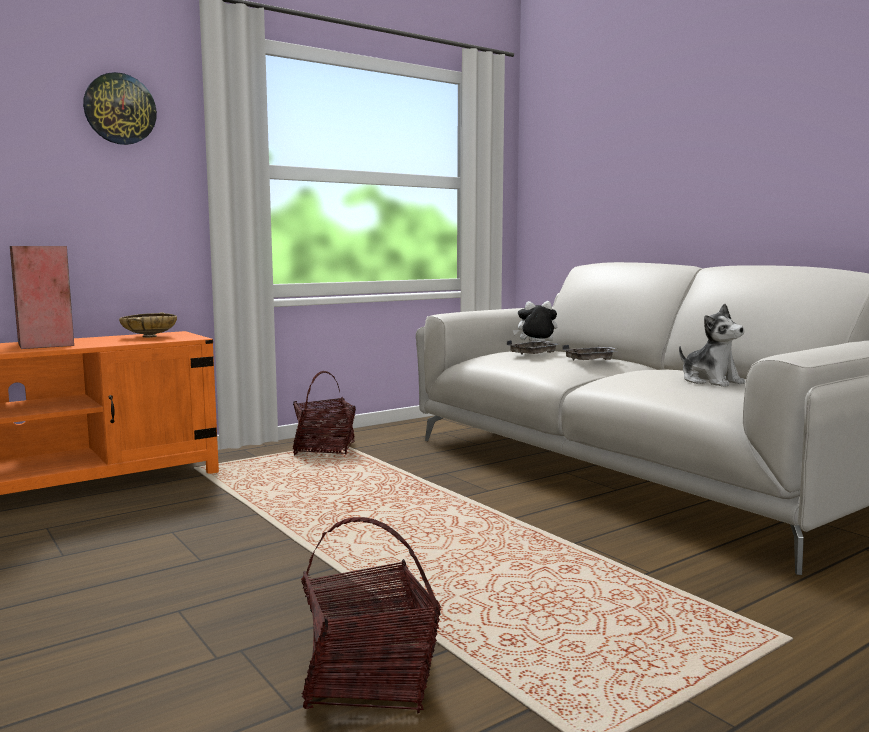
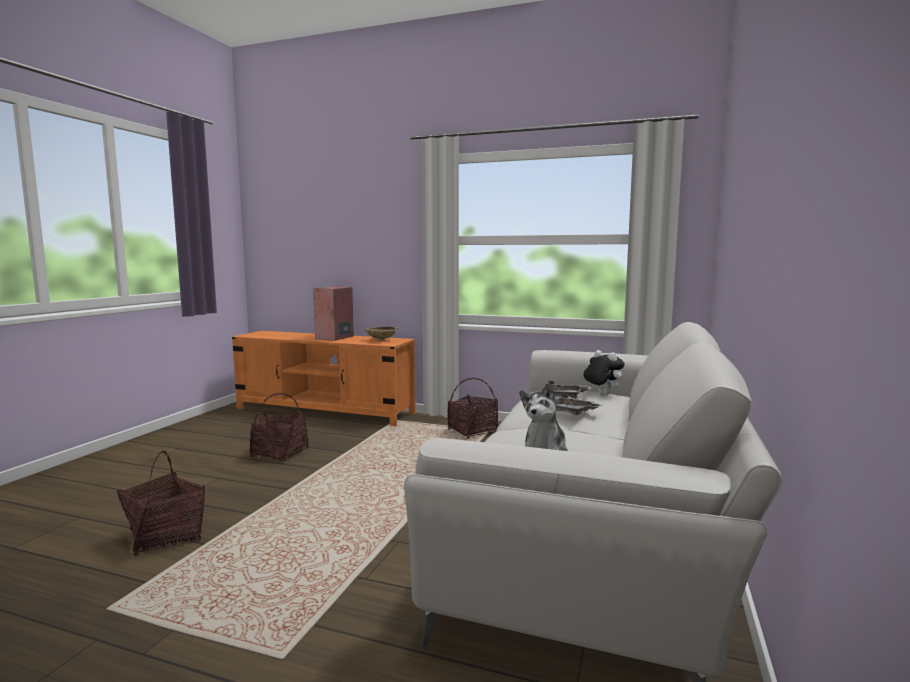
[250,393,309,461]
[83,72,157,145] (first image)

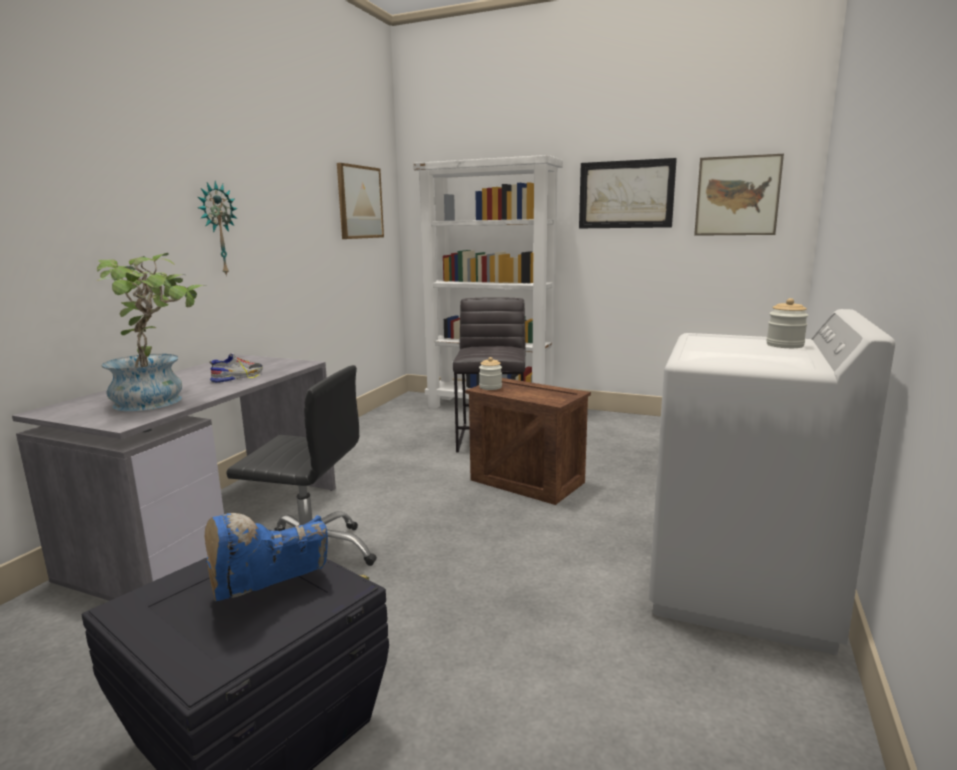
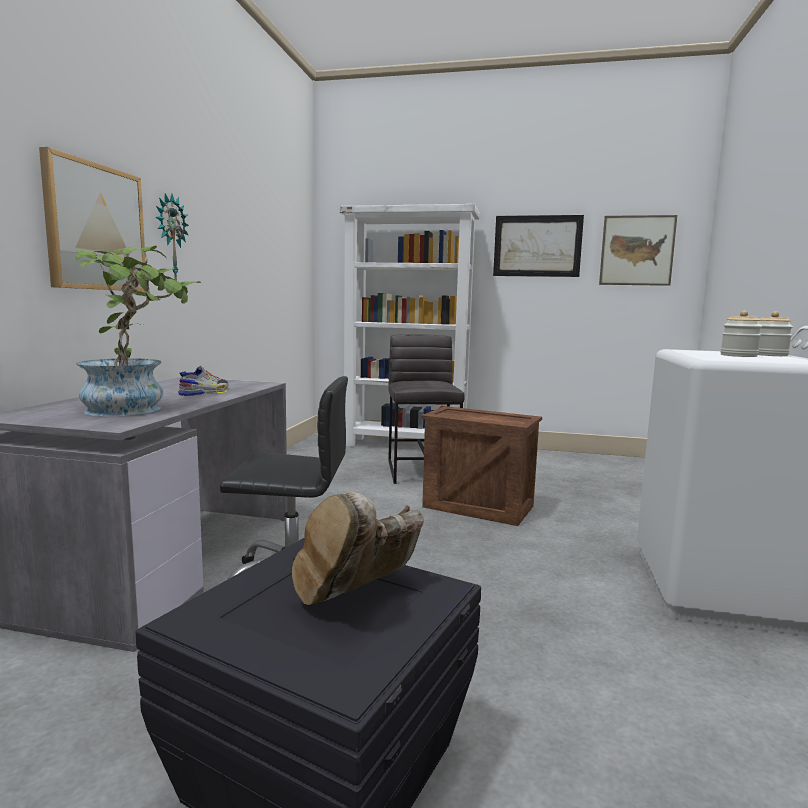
[39,147,145,291]
[292,492,424,605]
[720,311,762,357]

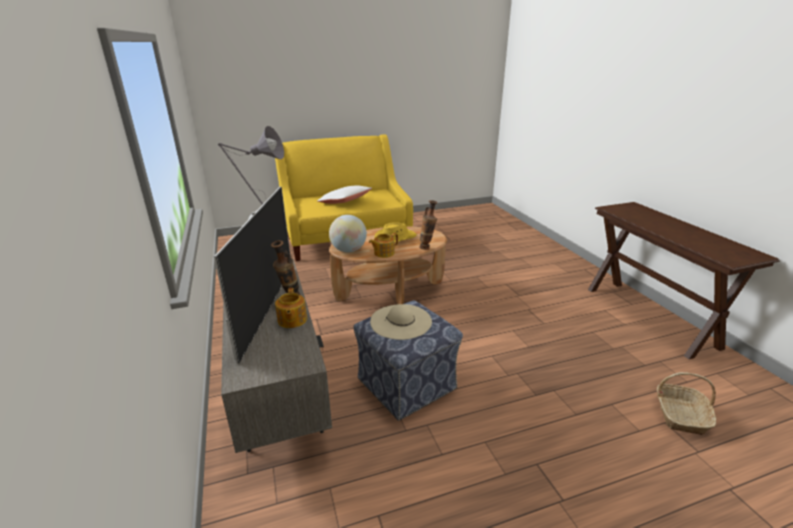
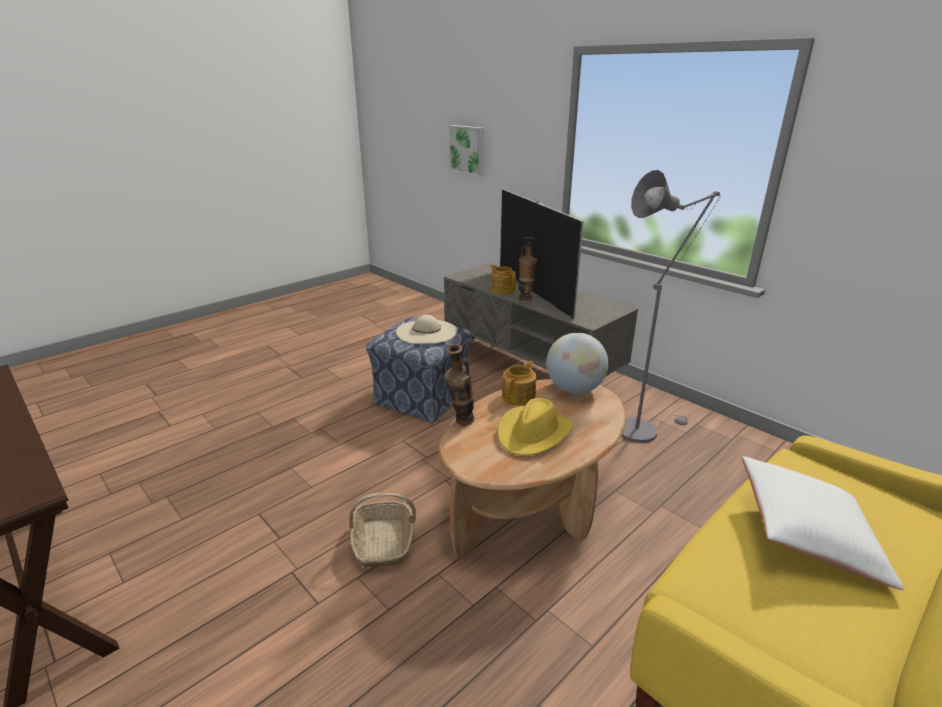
[349,493,416,567]
[449,125,484,177]

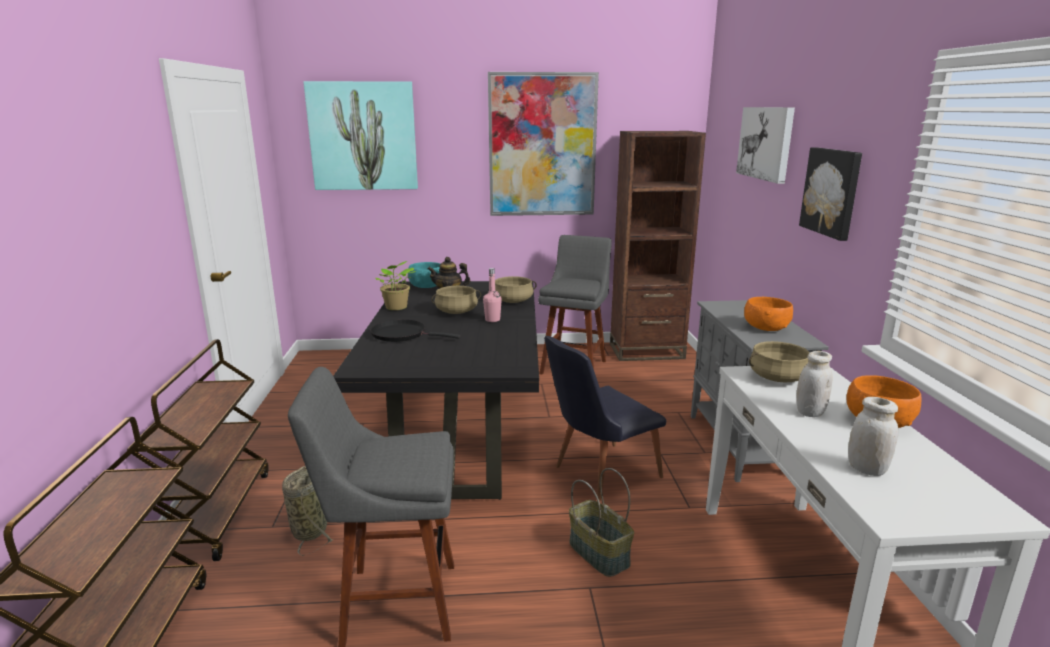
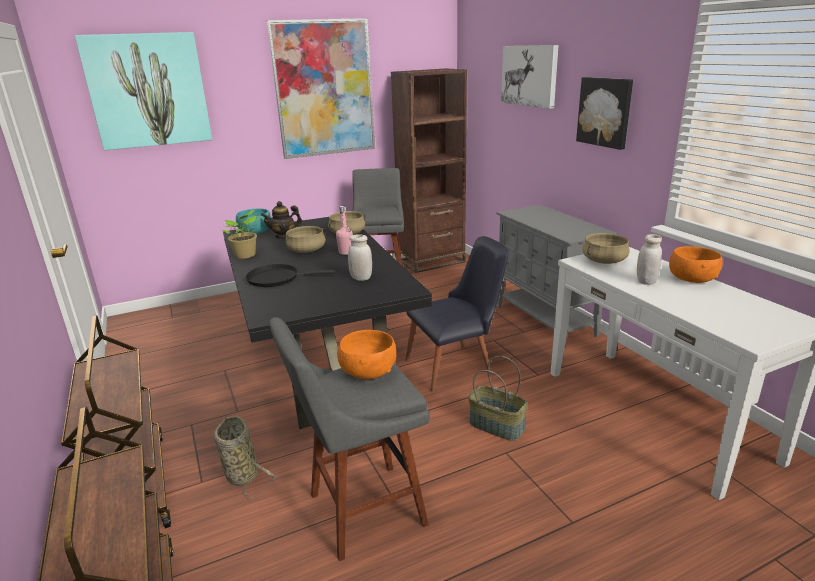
[337,330,396,379]
[348,234,372,281]
[405,236,509,392]

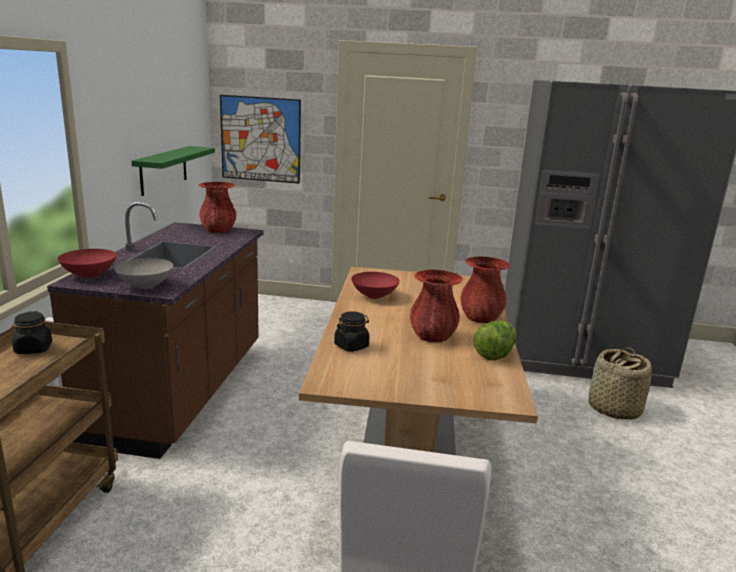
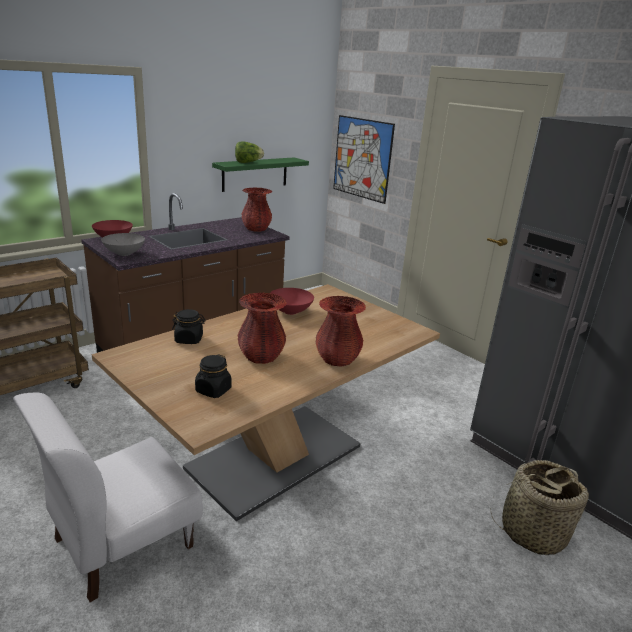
[195,354,232,398]
[235,142,264,163]

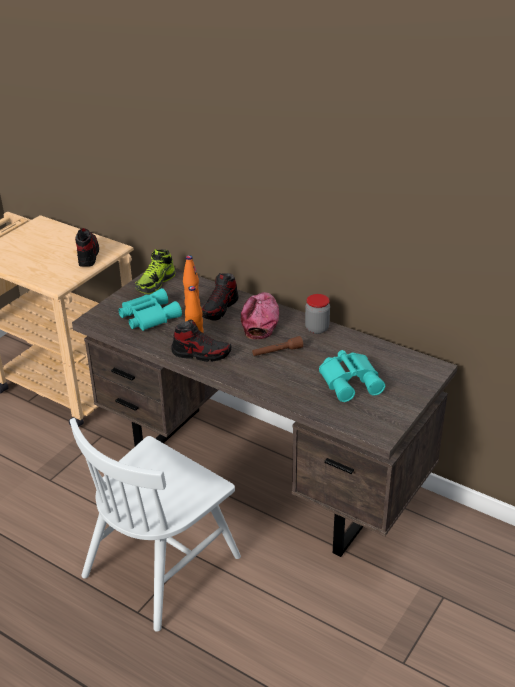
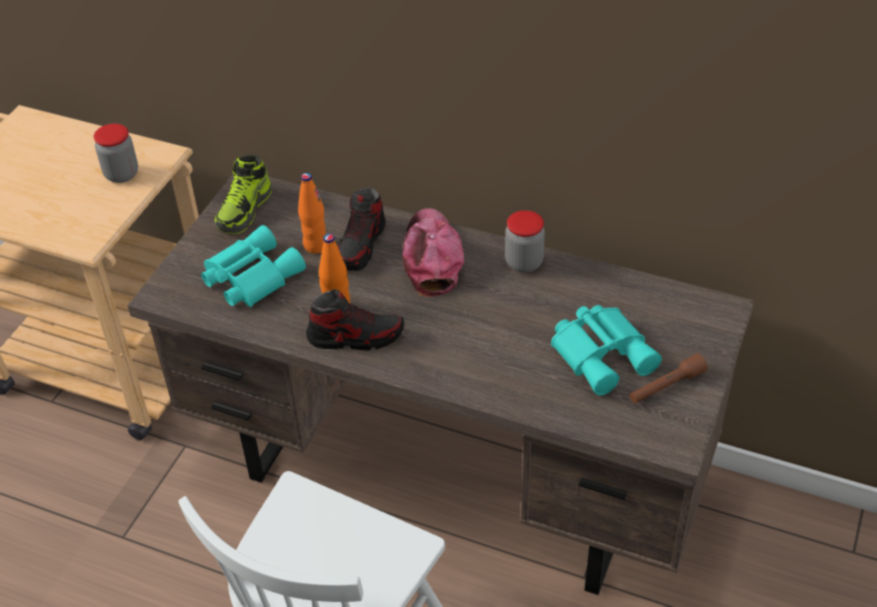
[93,124,138,183]
[630,353,708,403]

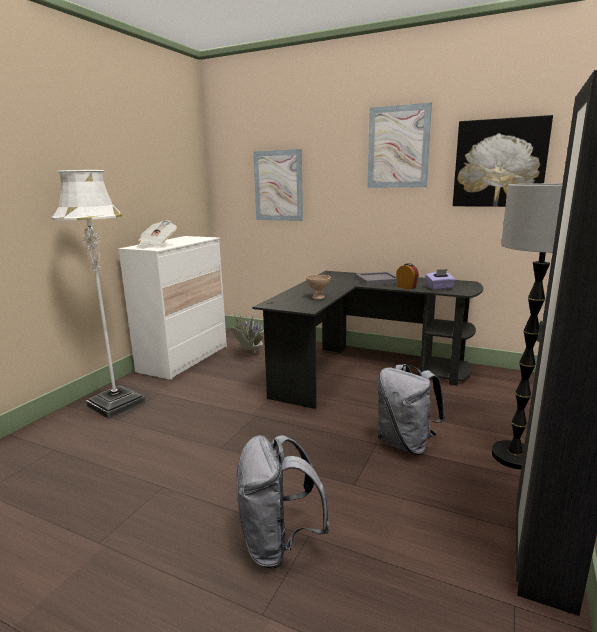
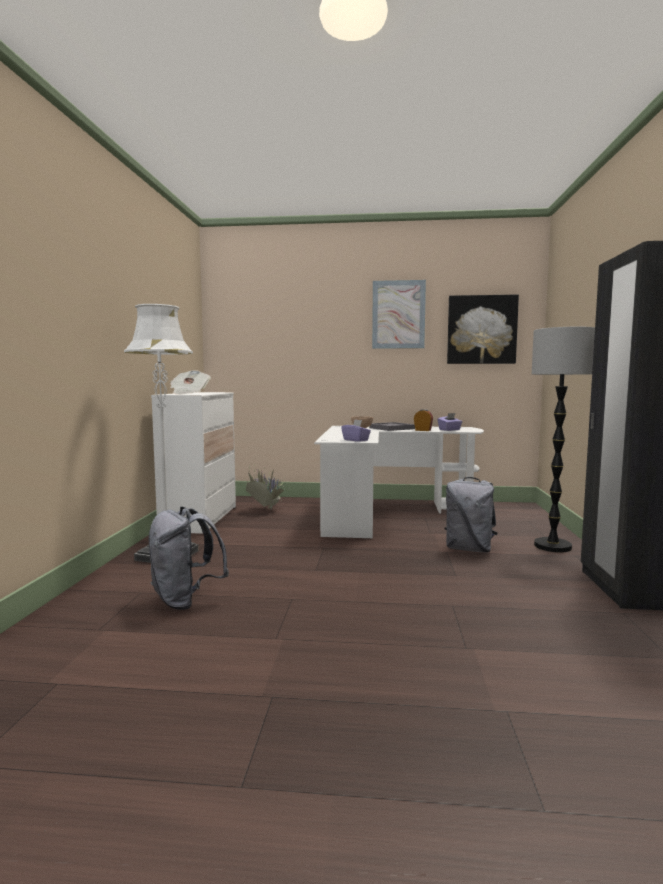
[148,507,229,610]
[314,426,484,538]
[341,419,371,442]
[253,149,303,221] (first image)

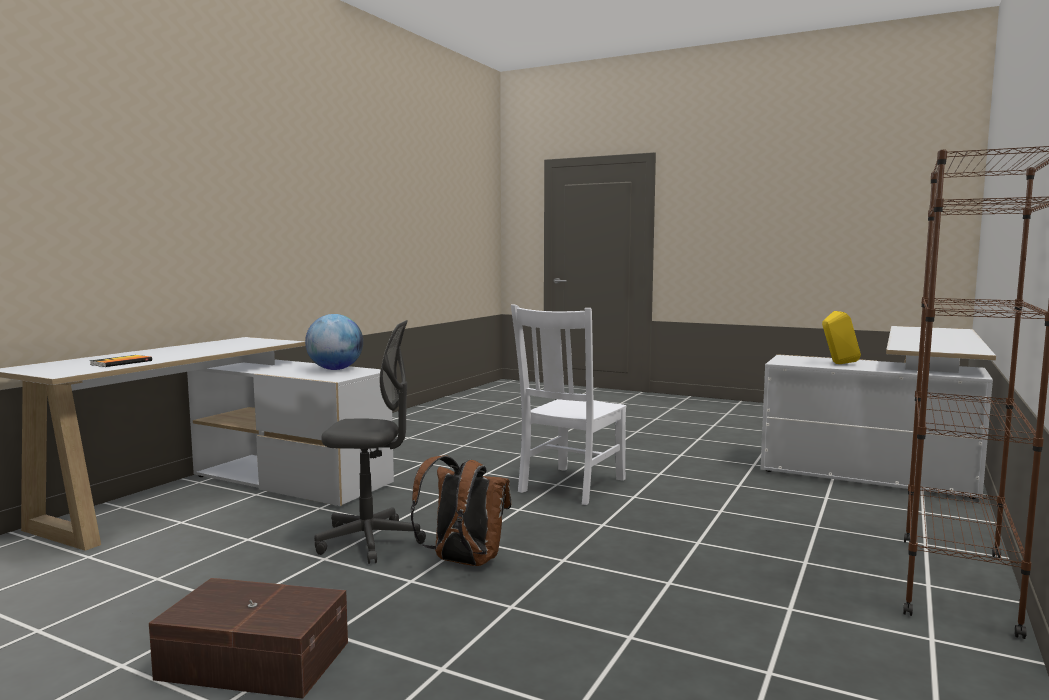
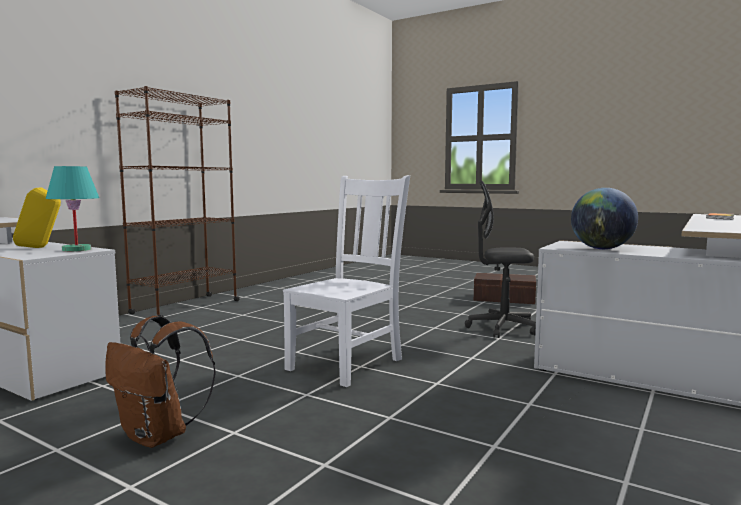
[46,166,99,252]
[105,316,216,448]

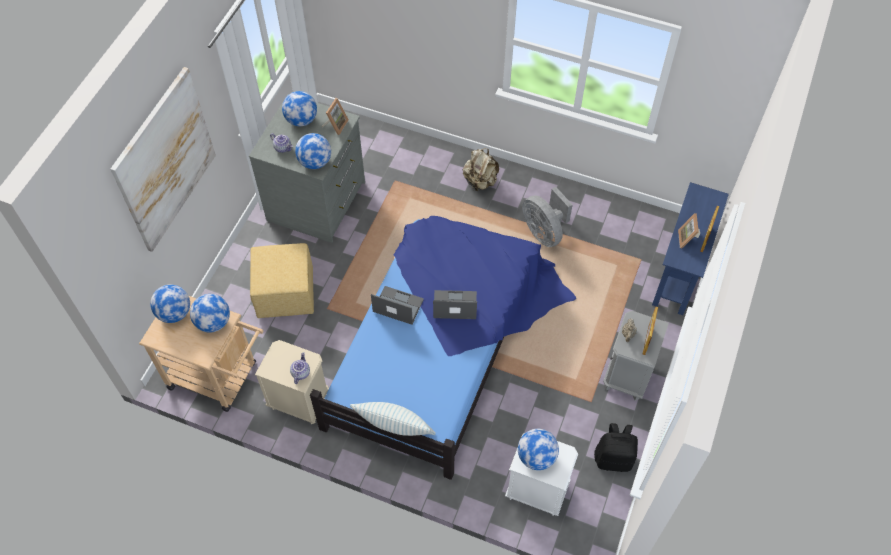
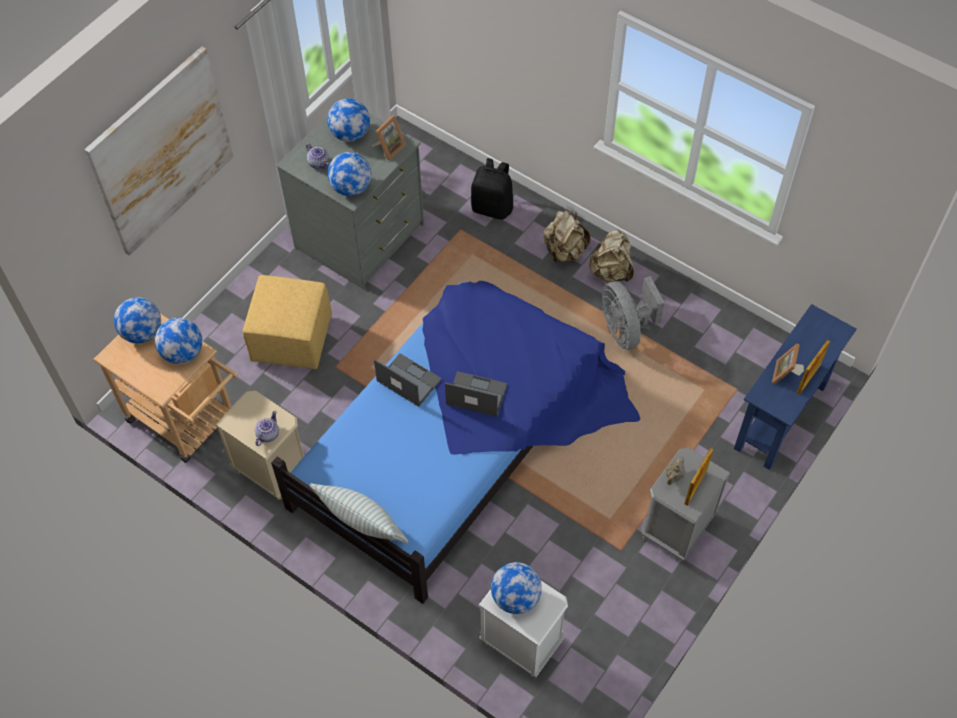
[471,158,513,220]
[589,229,634,282]

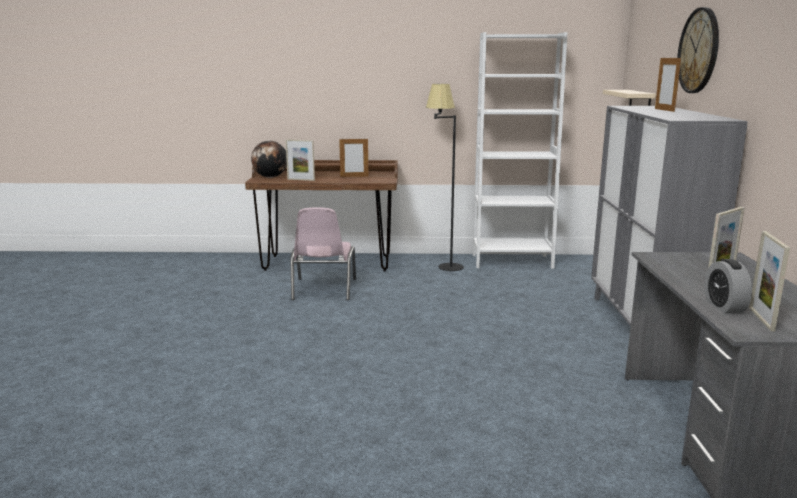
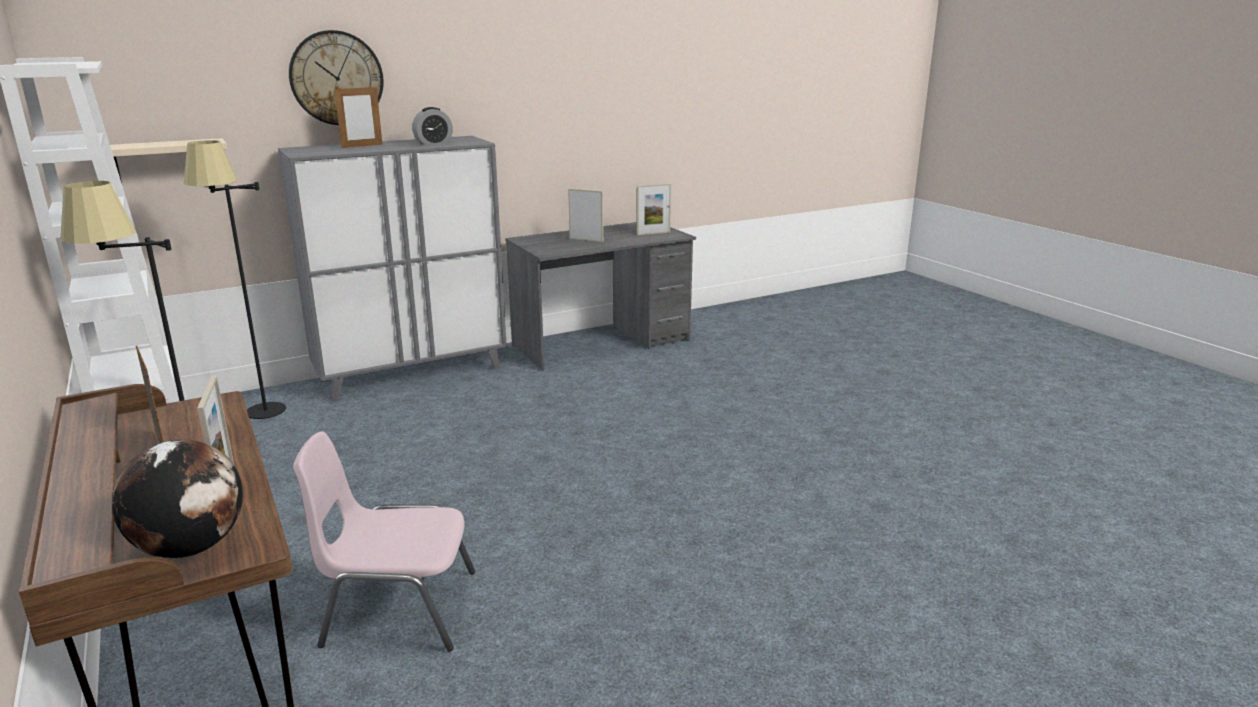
[184,140,286,419]
[293,431,475,652]
[412,107,453,145]

